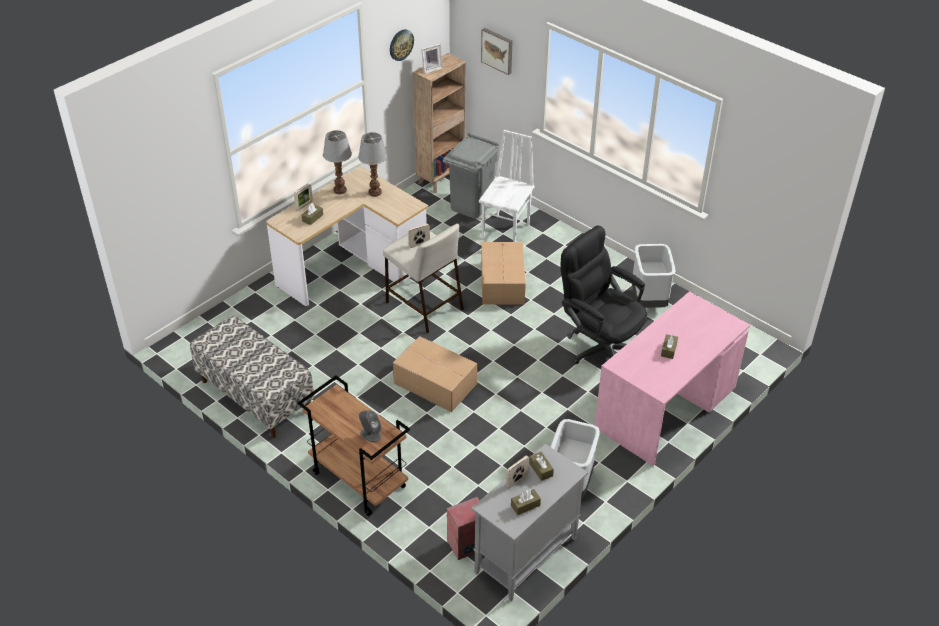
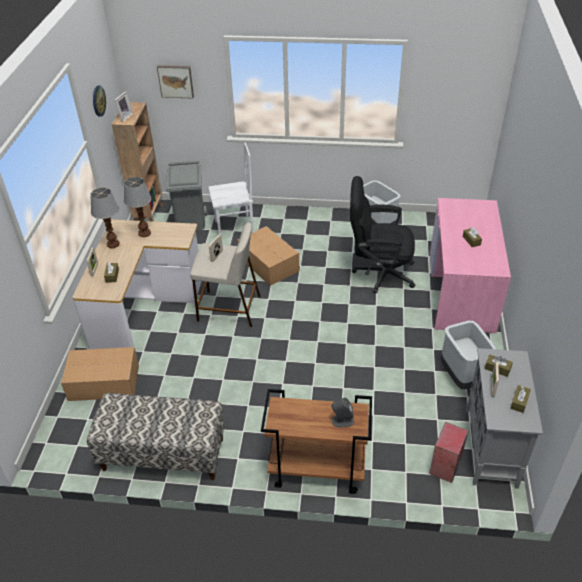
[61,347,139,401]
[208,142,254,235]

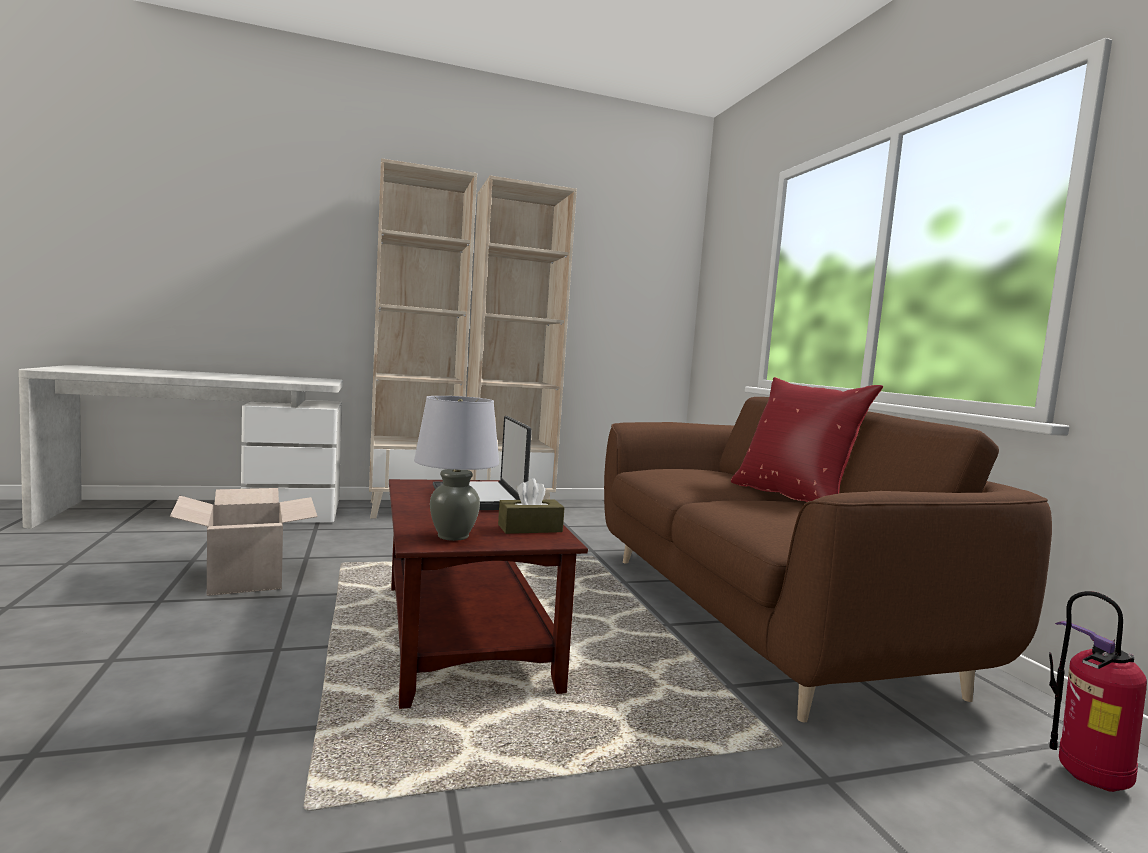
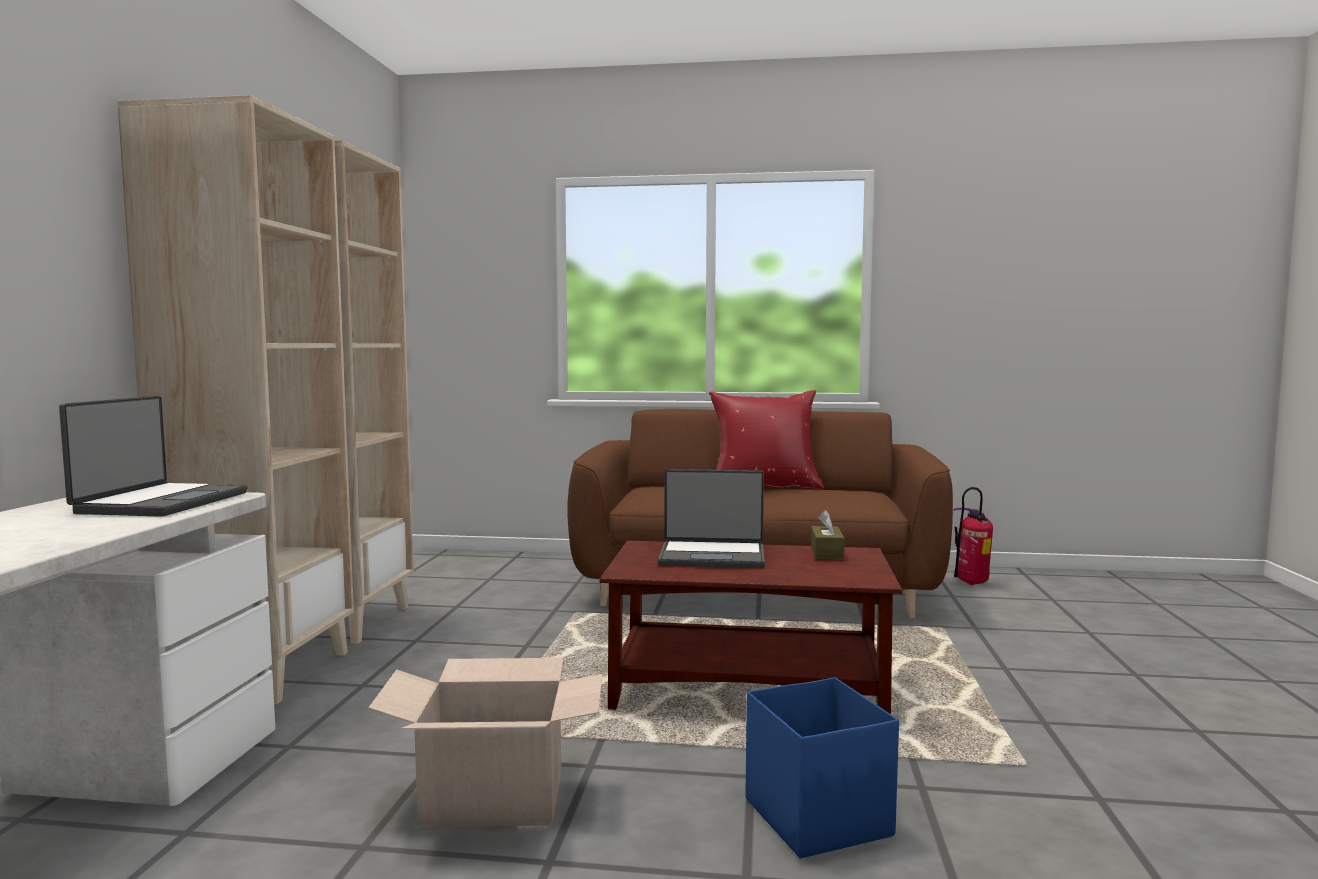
[59,396,248,517]
[746,677,899,859]
[414,396,499,541] (first image)

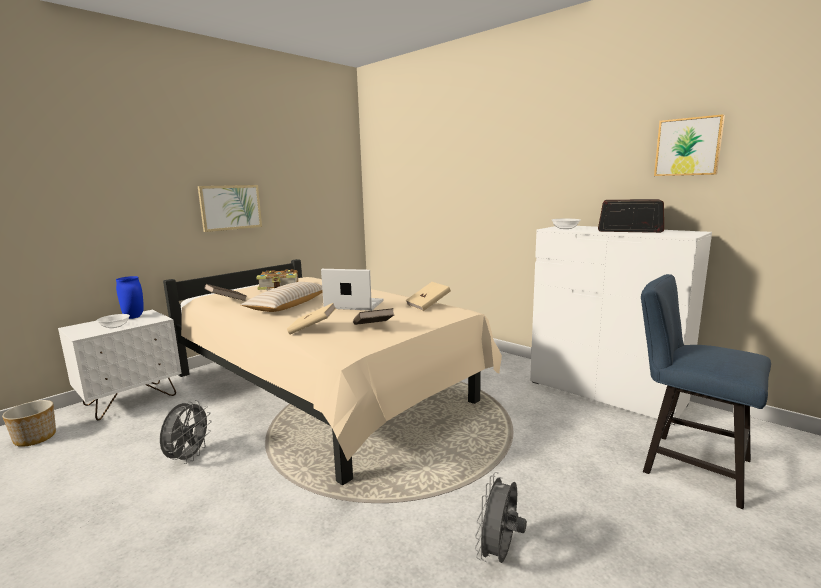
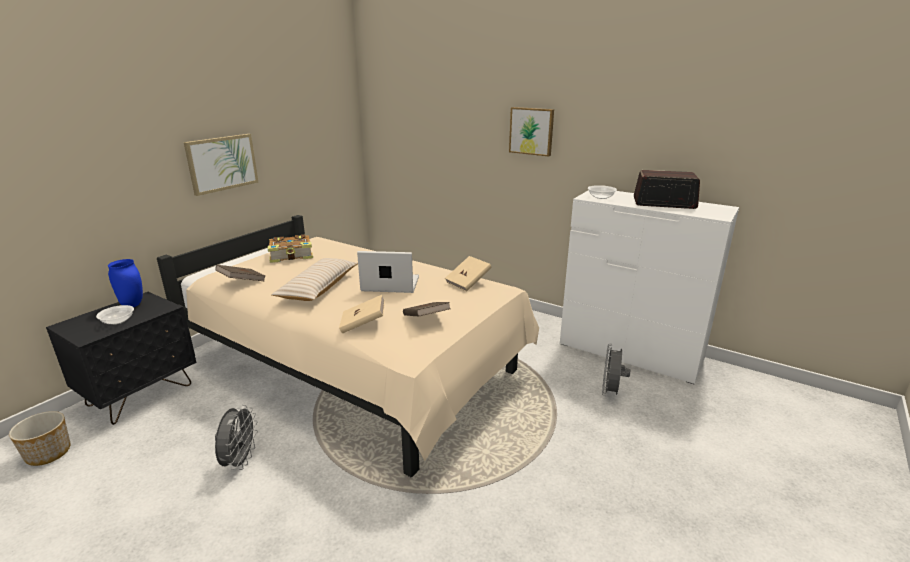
[46,292,197,425]
[509,107,554,157]
[602,344,630,396]
[641,274,771,509] (first image)

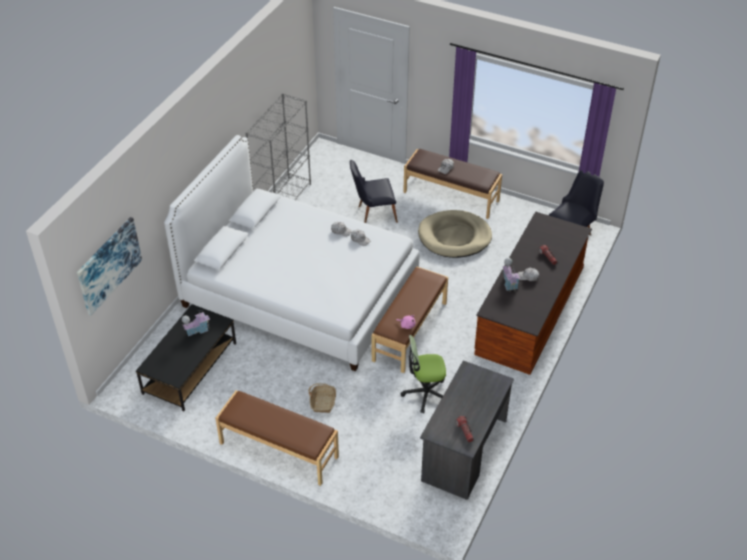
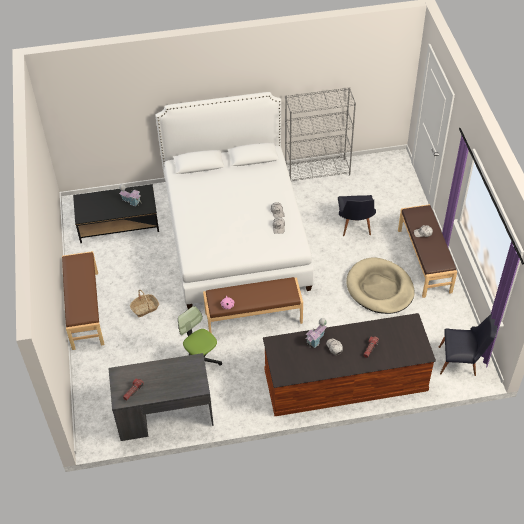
[338,195,376,236]
[77,217,142,315] (first image)

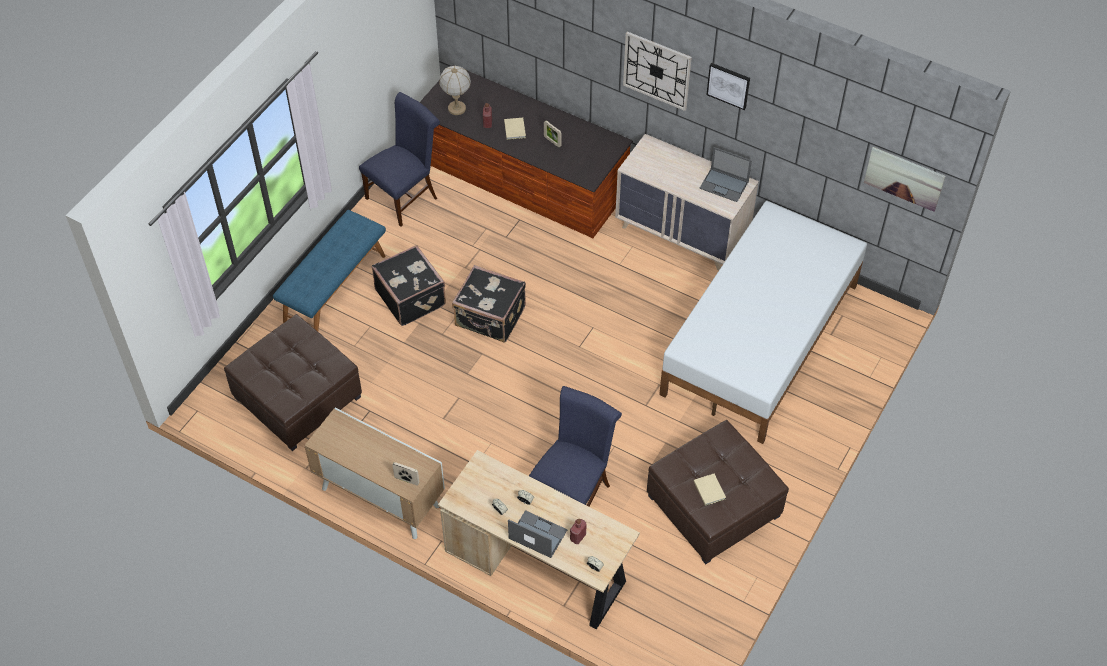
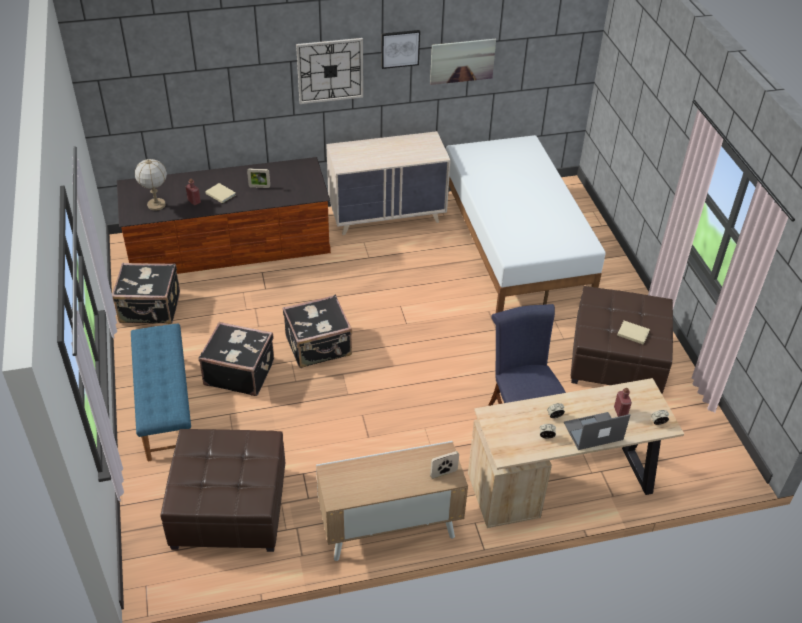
[112,263,180,324]
[430,38,496,85]
[699,147,752,202] (first image)

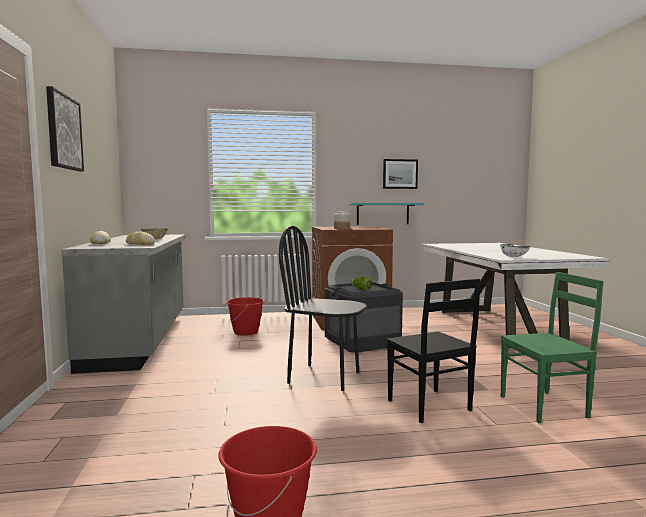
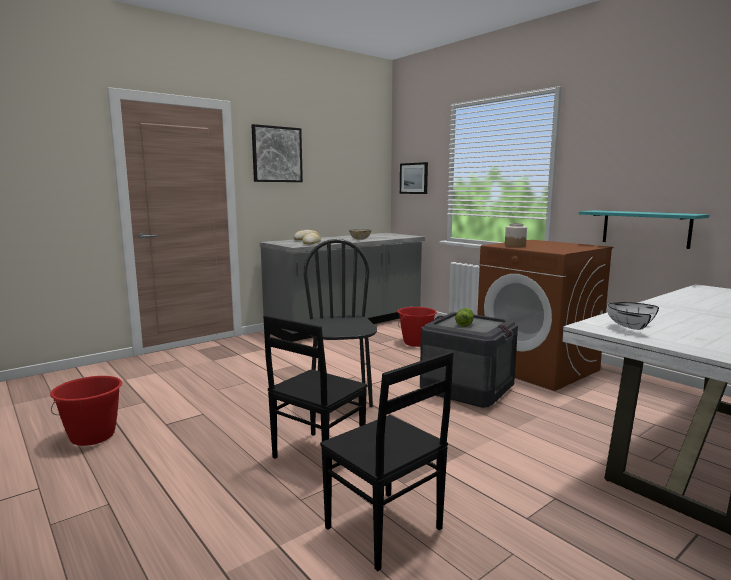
[320,351,454,571]
[400,162,428,194]

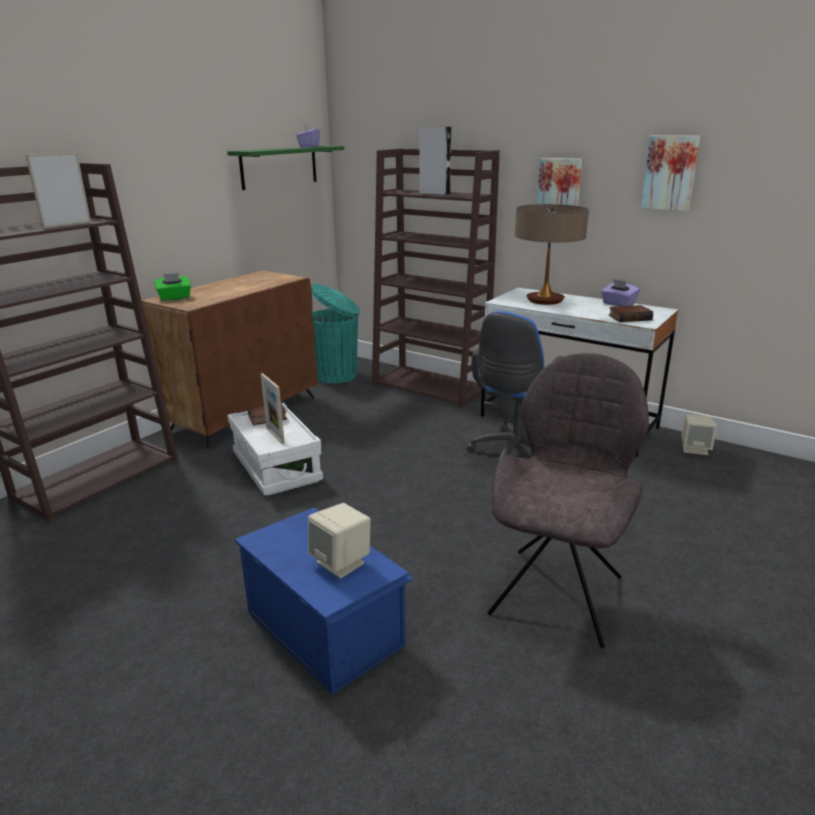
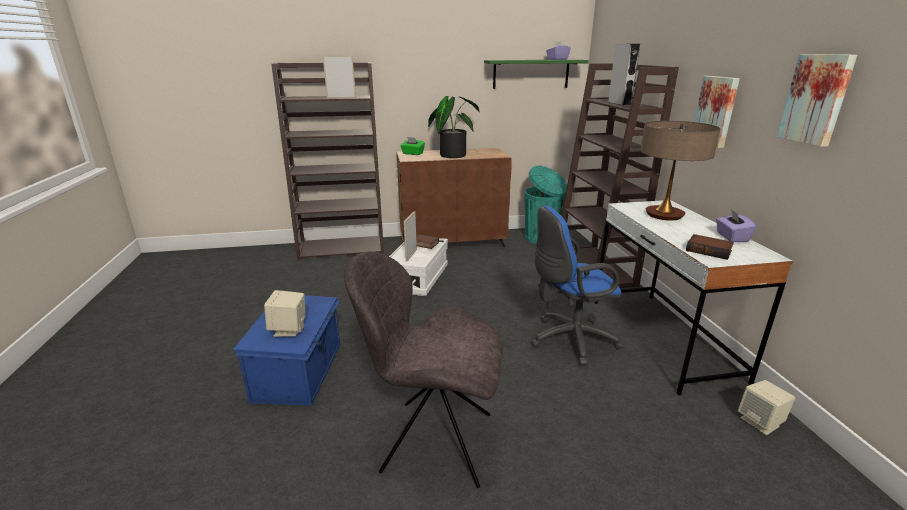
[344,251,503,488]
[428,96,480,158]

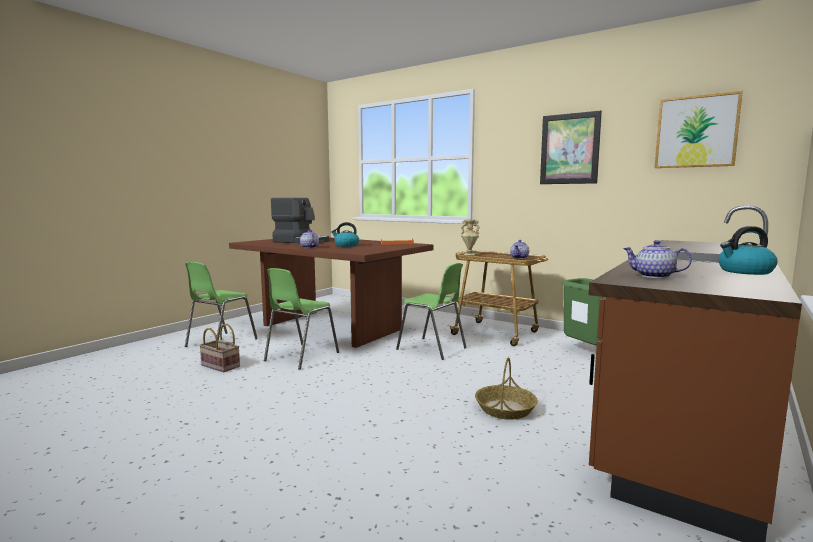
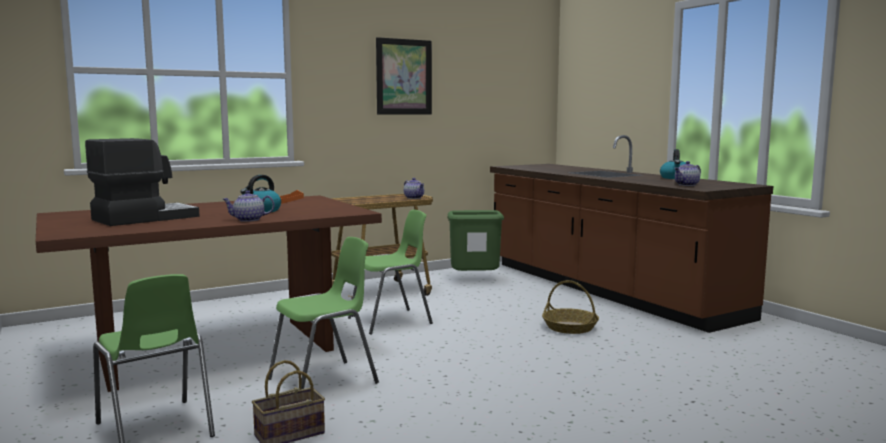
[268,237,379,389]
[461,219,480,255] (first image)
[655,91,743,168] (first image)

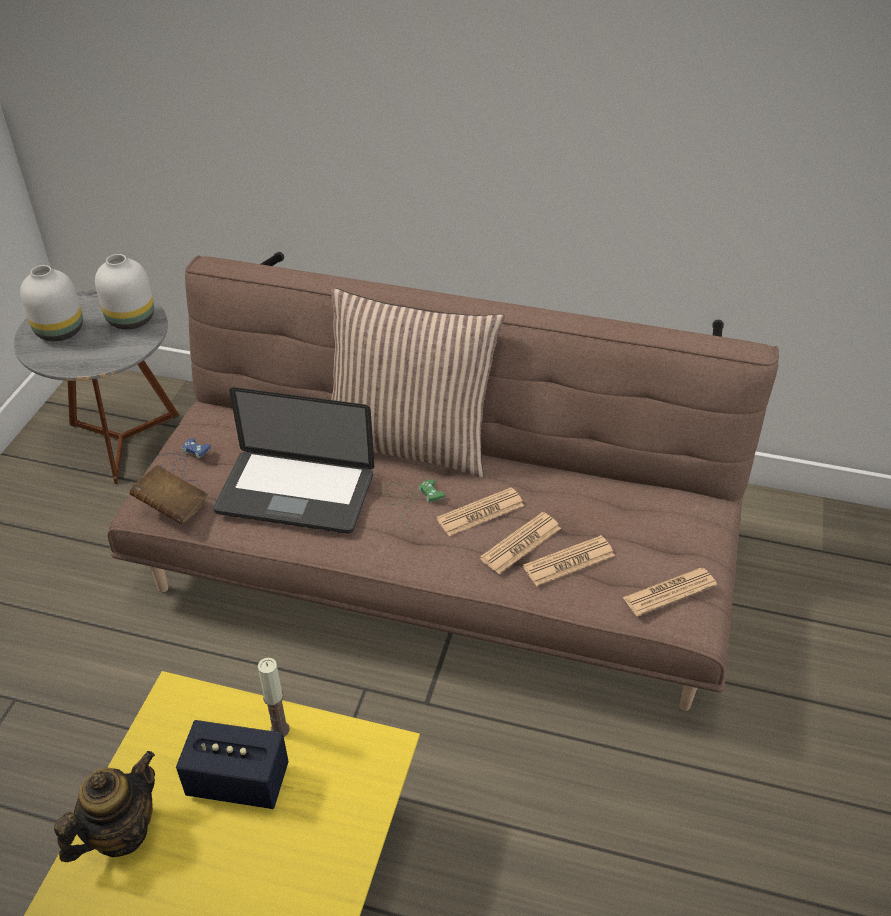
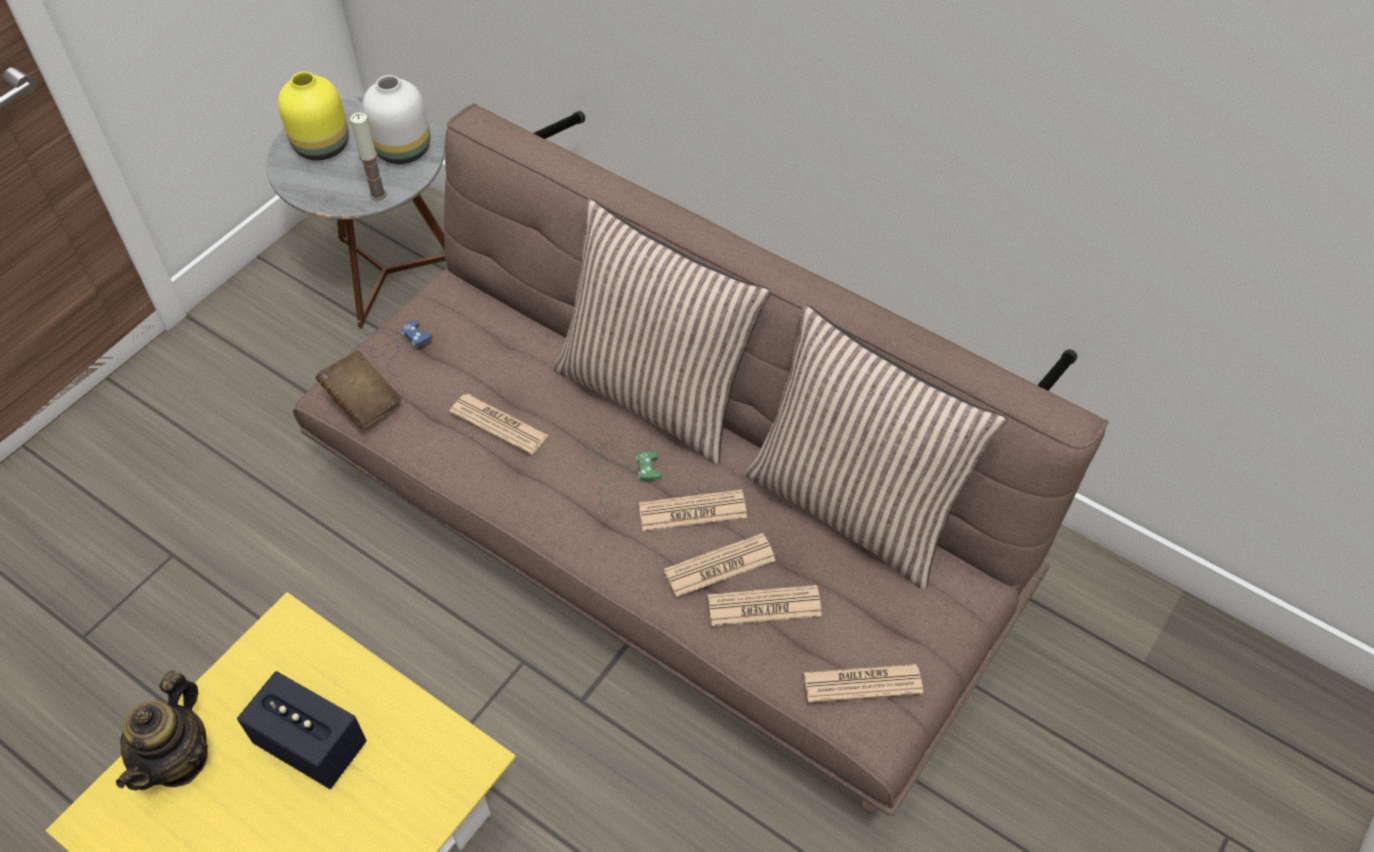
[116,671,208,790]
[278,71,349,161]
[350,112,387,201]
[449,394,548,455]
[745,305,1008,589]

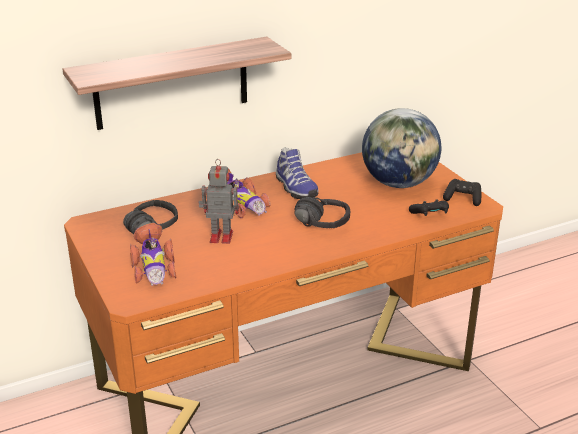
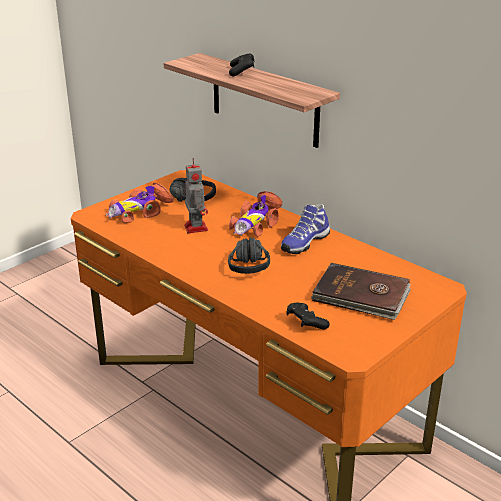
[229,54,254,76]
[311,263,411,320]

